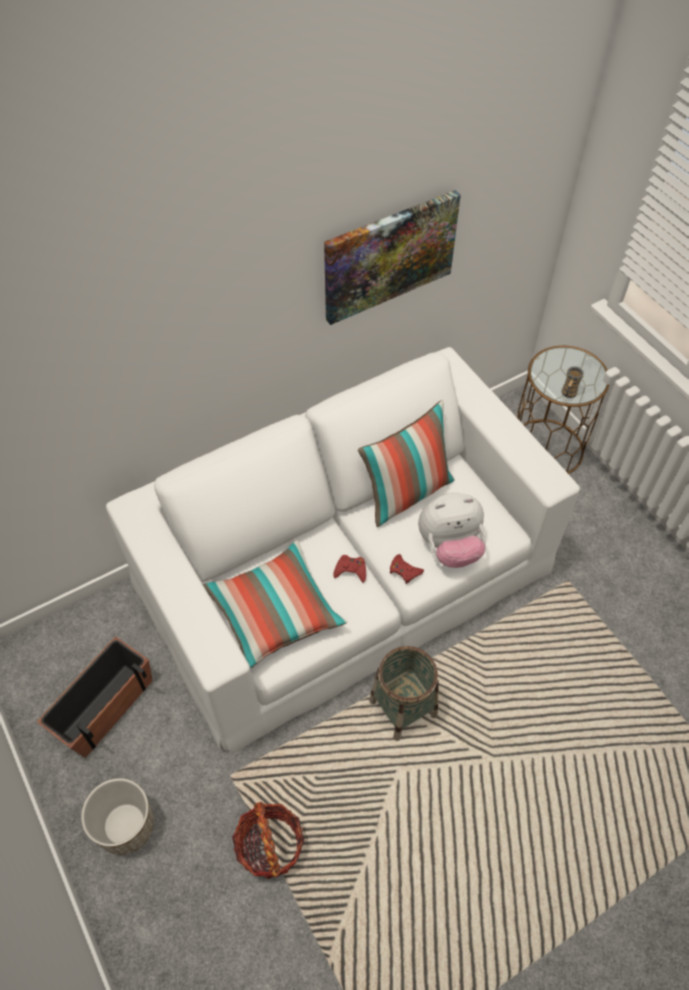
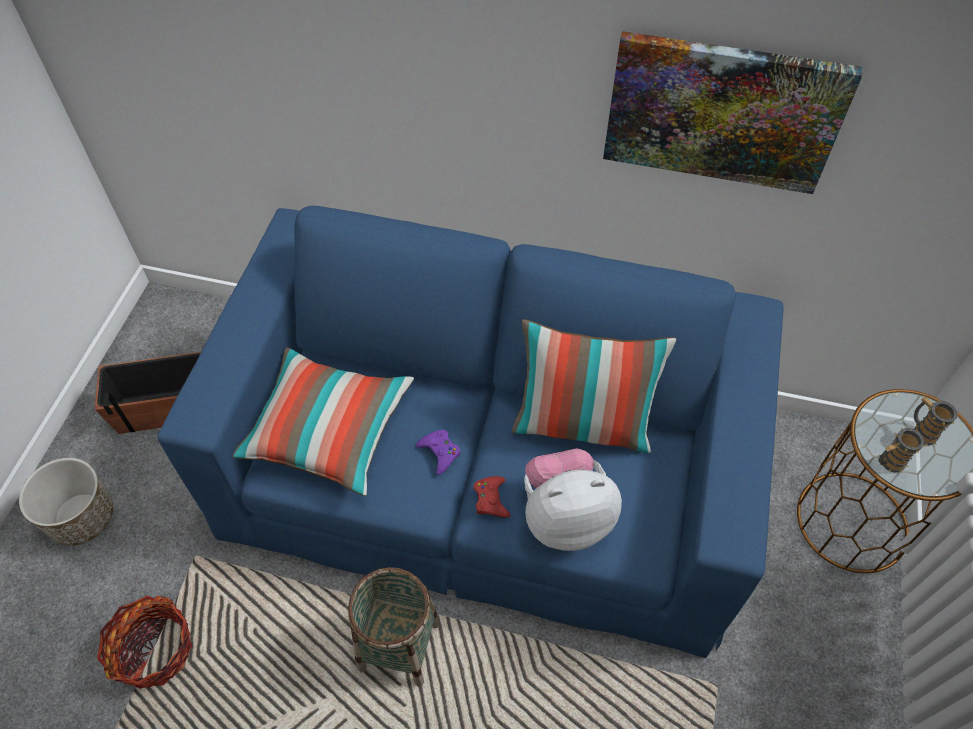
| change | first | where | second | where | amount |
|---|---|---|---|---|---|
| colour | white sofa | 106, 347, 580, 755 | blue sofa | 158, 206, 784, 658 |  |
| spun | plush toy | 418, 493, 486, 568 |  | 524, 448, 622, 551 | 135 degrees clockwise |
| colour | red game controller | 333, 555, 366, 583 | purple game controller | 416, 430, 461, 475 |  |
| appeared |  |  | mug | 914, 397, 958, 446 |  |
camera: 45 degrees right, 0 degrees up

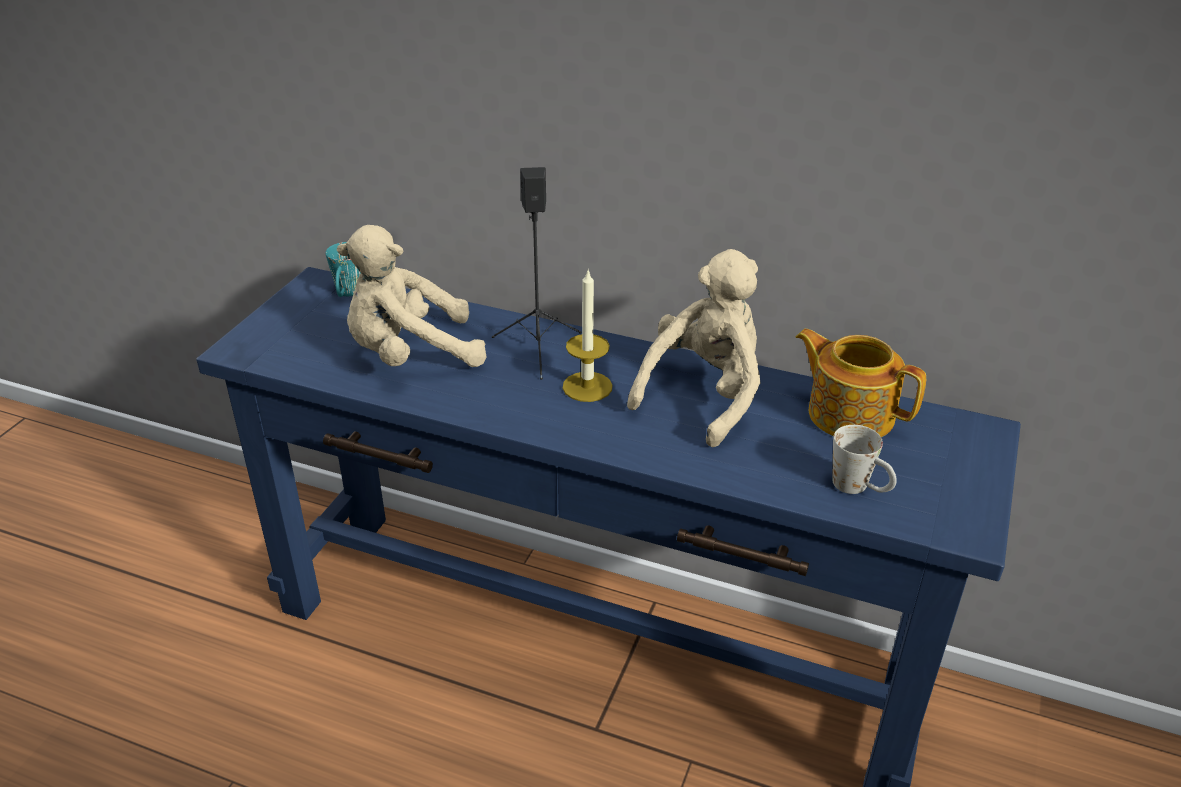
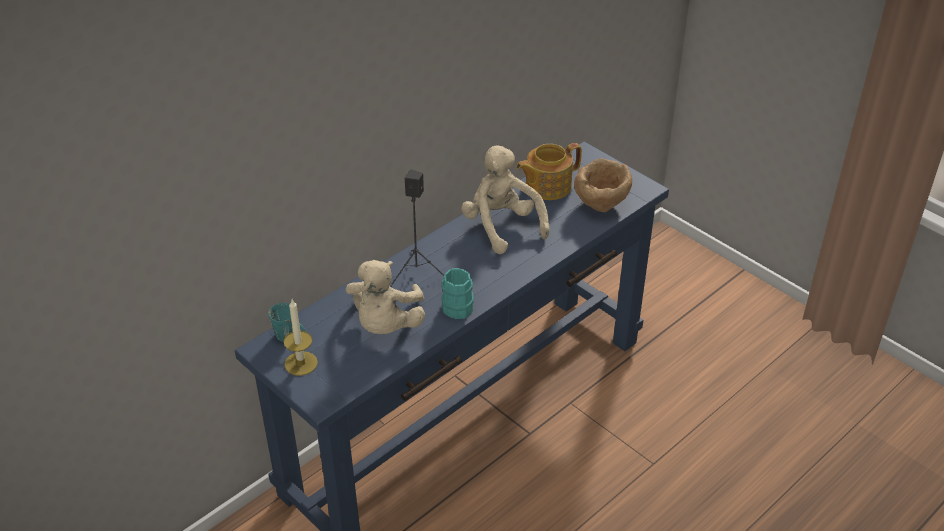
| change | first | where | second | where | amount |
|---|---|---|---|---|---|
| relocated | candle | 563, 271, 612, 402 |  | 284, 300, 318, 376 |  |
| exchanged | white mug | 832, 425, 897, 494 | brown bowl | 574, 158, 632, 212 |  |
| appeared |  |  | turquoise mug | 441, 268, 474, 319 |  |
camera: 65 degrees left, 5 degrees up

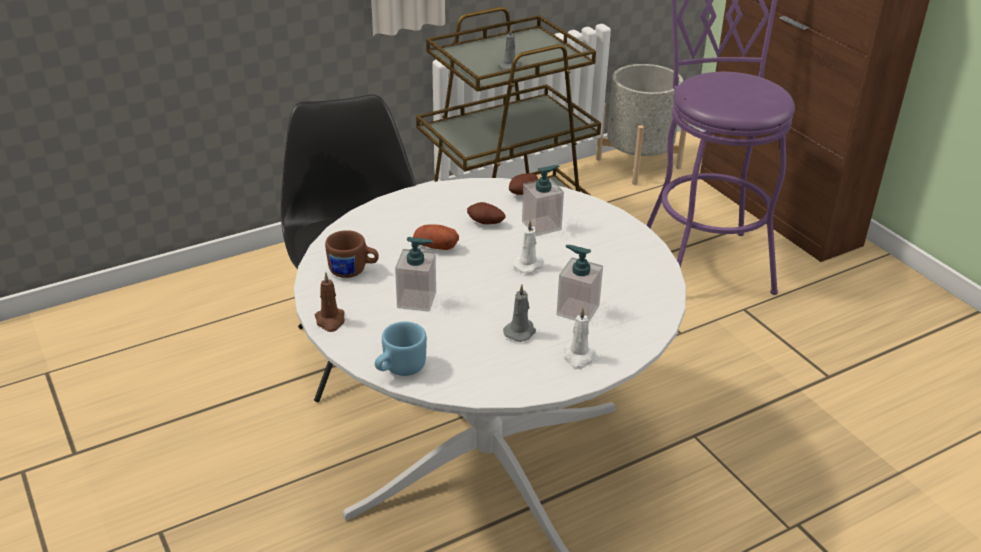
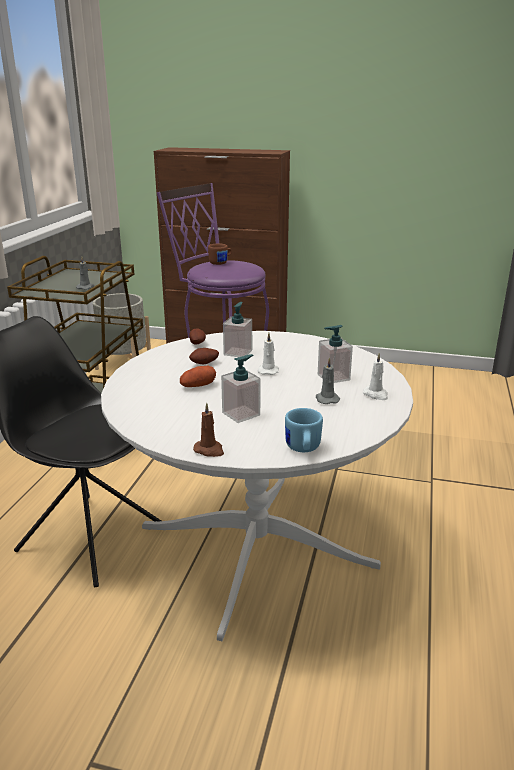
| change | first | where | second | where | amount |
|---|---|---|---|---|---|
| relocated | brown mug | 325, 230, 379, 278 |  | 208, 243, 232, 265 |  |
camera: 45 degrees left, 10 degrees down

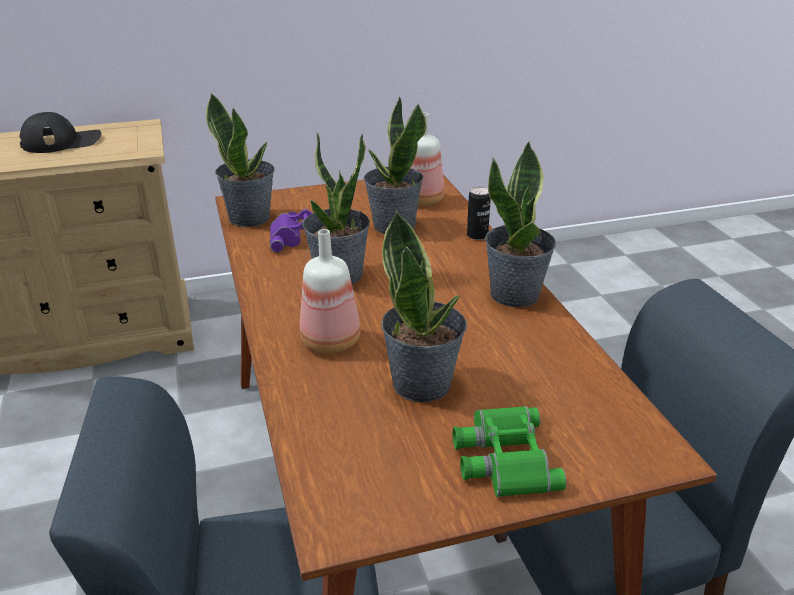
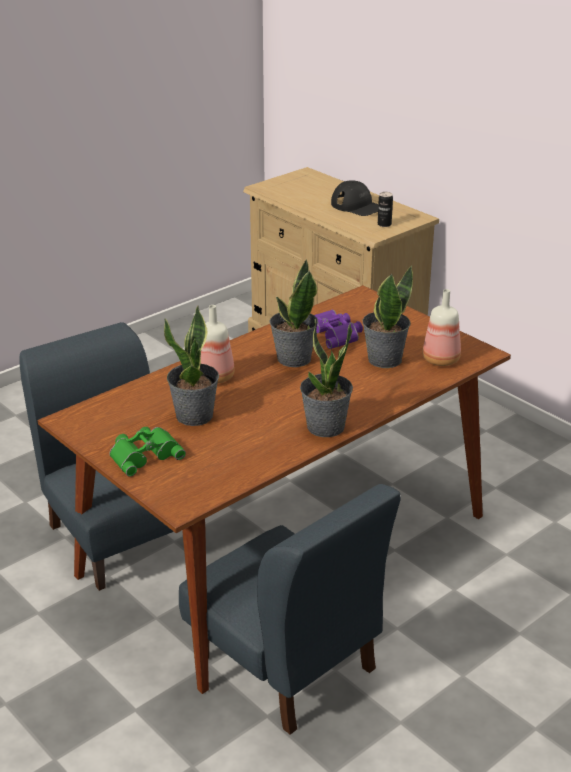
| change | first | where | second | where | amount |
|---|---|---|---|---|---|
| missing | potted plant | 206, 93, 274, 227 |  |  |  |
| relocated | can | 467, 186, 491, 240 |  | 378, 192, 393, 227 |  |
camera: 65 degrees right, 0 degrees up

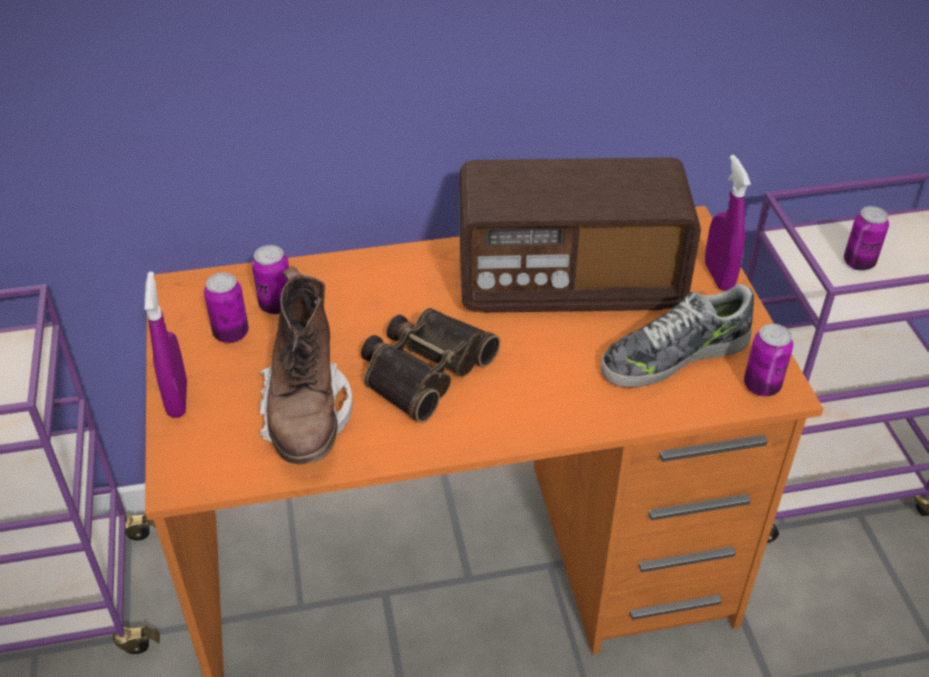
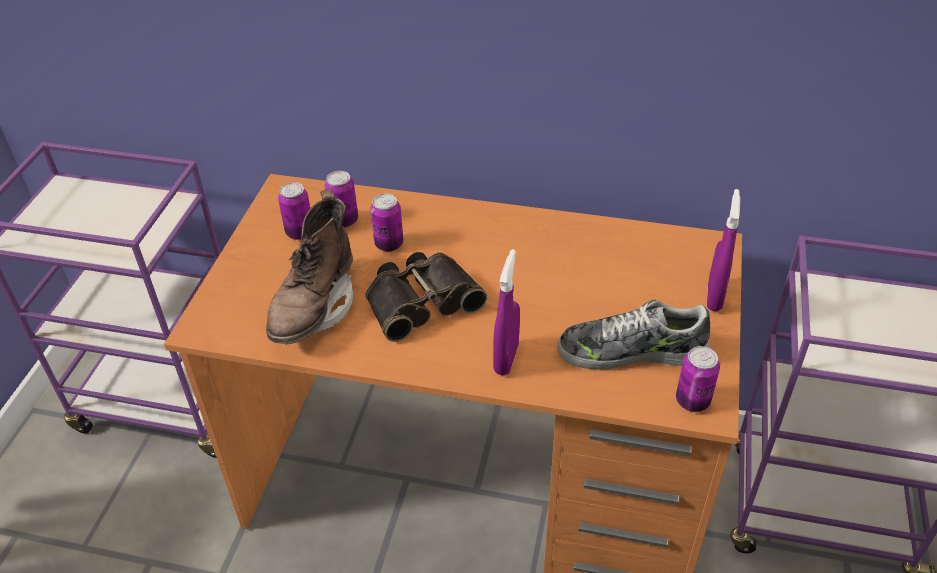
| change | first | where | second | where | amount |
|---|---|---|---|---|---|
| missing | radio | 459, 157, 701, 313 |  |  |  |
| relocated | can | 844, 206, 889, 271 |  | 370, 194, 403, 252 |  |
| relocated | purple spray bottle | 144, 271, 187, 418 |  | 493, 249, 520, 375 |  |
camera: 25 degrees right, 0 degrees up

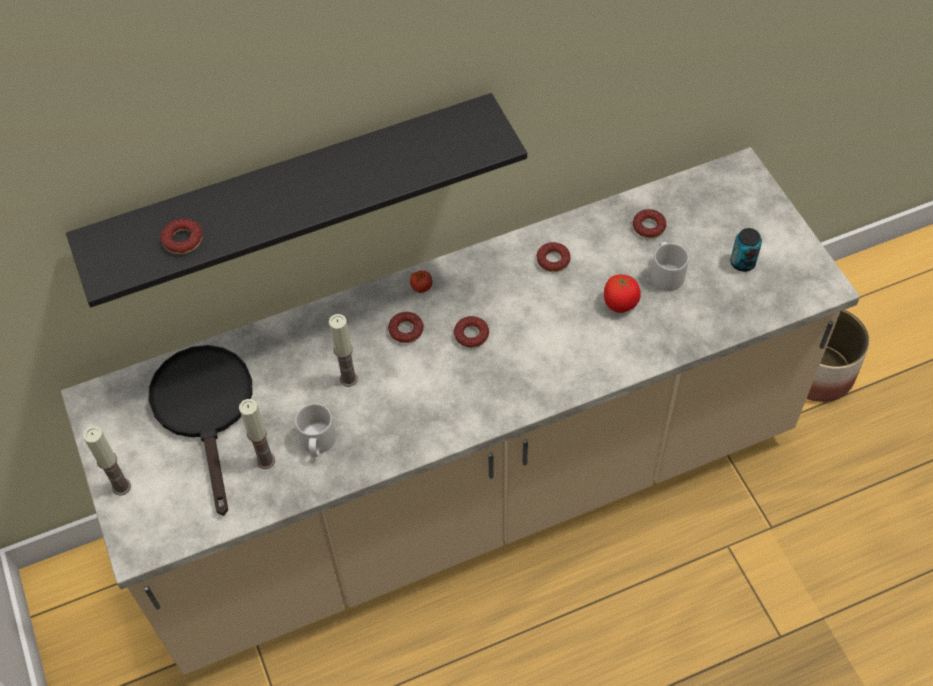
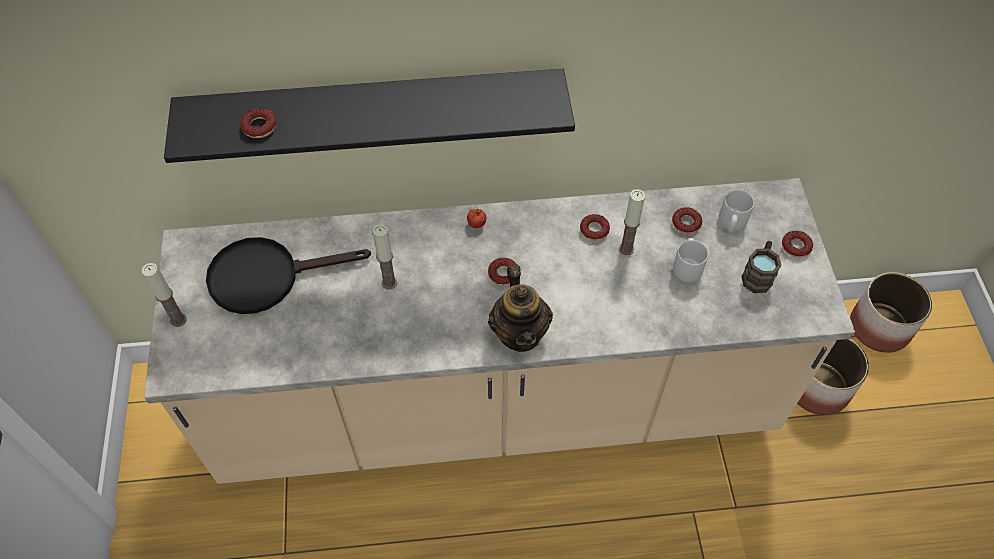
| change | first | where | second | where | amount |
|---|---|---|---|---|---|
| exchanged | can | 730, 228, 762, 272 | brown mug | 741, 241, 782, 293 |  |
| missing | tomato | 604, 273, 641, 313 |  |  |  |
| relocated | donut | 388, 312, 424, 343 |  | 782, 231, 813, 257 |  |
| spun | black frying pan | 148, 345, 252, 516 |  | 206, 237, 371, 314 | 105 degrees counterclockwise |
| relocated | candle | 239, 399, 275, 469 |  | 619, 189, 645, 255 |  |
| relocated | grey mug | 295, 404, 336, 457 |  | 719, 190, 754, 232 |  |
| appeared |  |  | teapot | 488, 264, 553, 352 |  |
| appeared |  |  | planter | 850, 272, 932, 353 |  |
camera: 15 degrees right, 0 degrees up

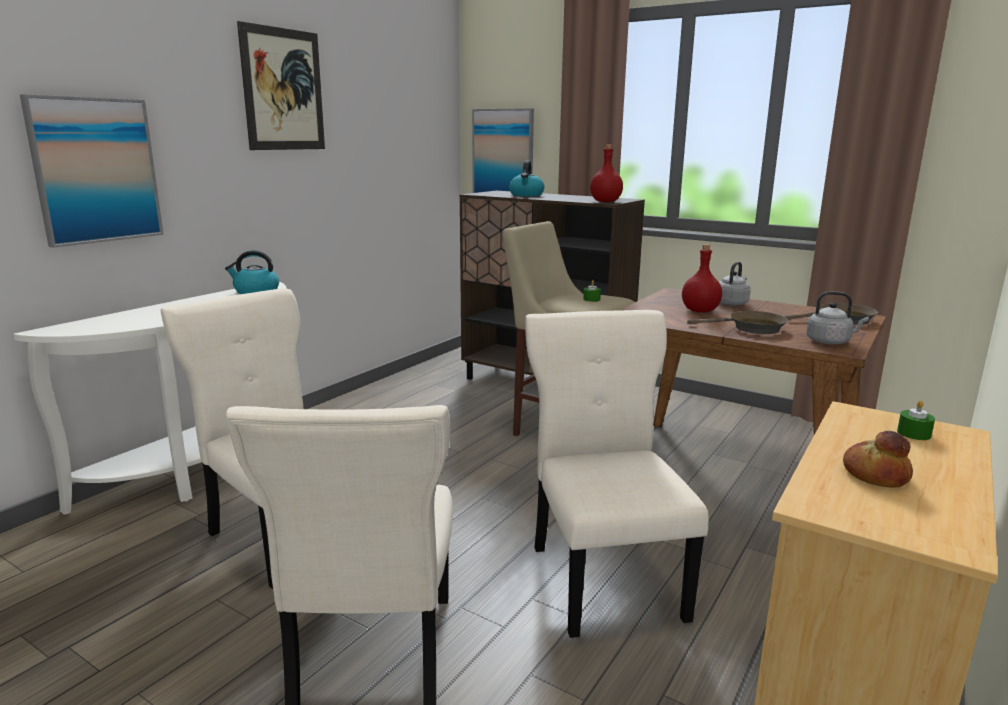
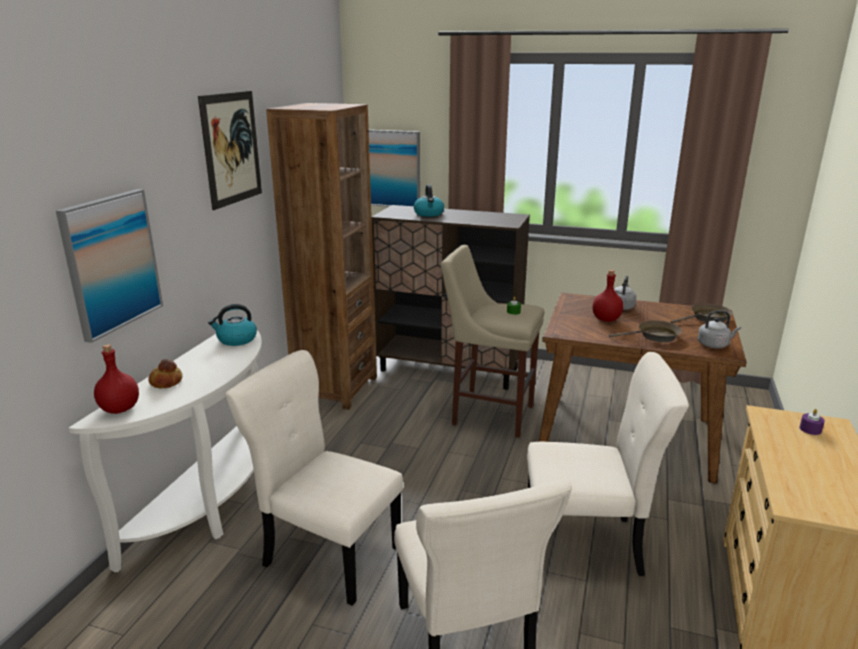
| change | first | where | second | where | amount |
|---|---|---|---|---|---|
| relocated | red bottle | 590, 144, 623, 202 |  | 94, 344, 139, 414 |  |
| spun | beige chair | 525, 310, 709, 638 |  | 527, 352, 689, 576 | 120 degrees clockwise |
| colour | green candle | 897, 400, 935, 440 | purple candle | 800, 409, 825, 435 |  |
| relocated | bread | 843, 431, 913, 488 |  | 148, 359, 183, 388 |  |
| appeared |  |  | brown bookcase | 266, 103, 377, 410 |  |
camera: 15 degrees left, 5 degrees up

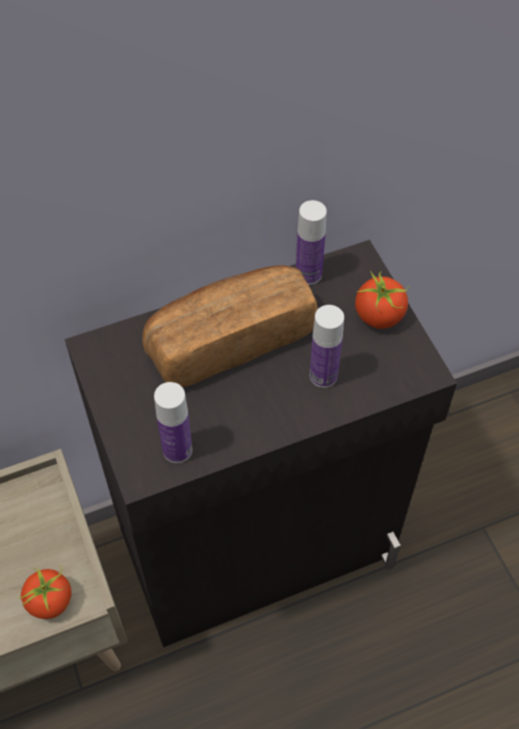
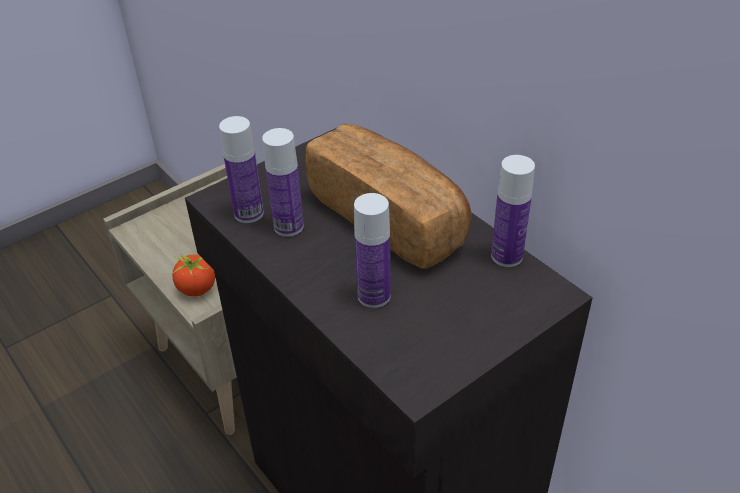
| change | first | where | second | where | amount |
|---|---|---|---|---|---|
| missing | tomato | 355, 271, 410, 329 |  |  |  |
| appeared |  |  | bottle | 262, 128, 304, 237 |  |
camera: 75 degrees right, 15 degrees down

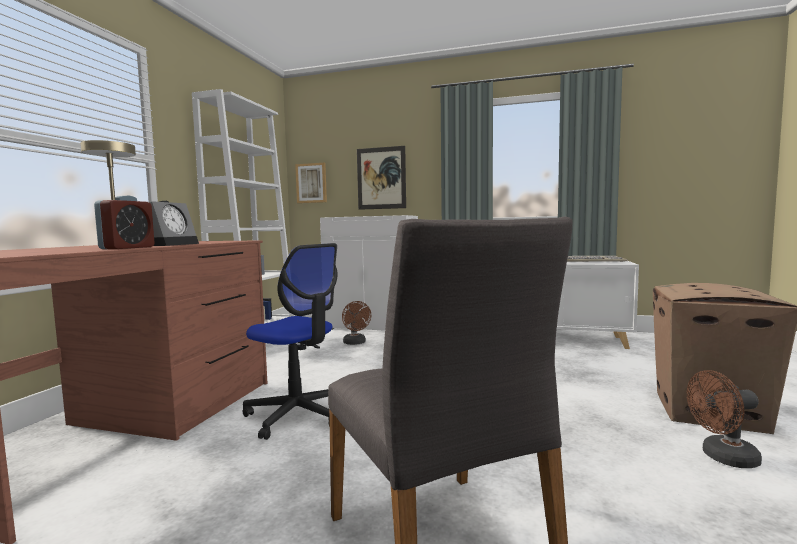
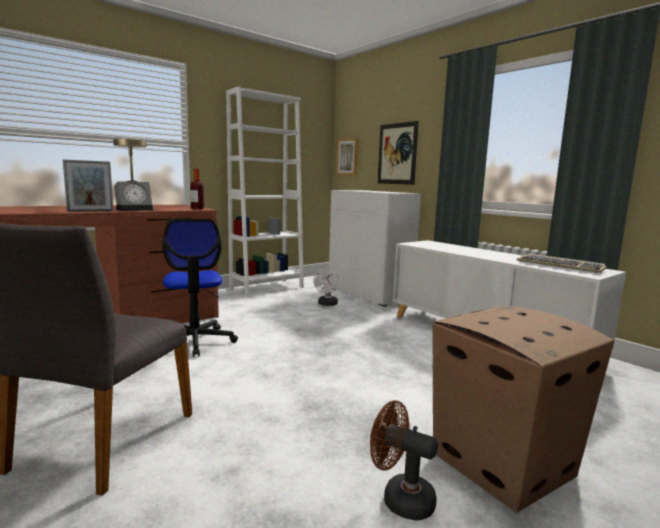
| change | first | where | second | where | amount |
|---|---|---|---|---|---|
| exchanged | alarm clock | 94, 196, 155, 249 | picture frame | 63, 160, 113, 212 |  |
| colour | brown fan | 342, 301, 371, 345 | white fan | 313, 268, 340, 306 |  |
| appeared |  |  | bottle | 190, 168, 204, 210 |  |
camera: 35 degrees right, 5 degrees up

